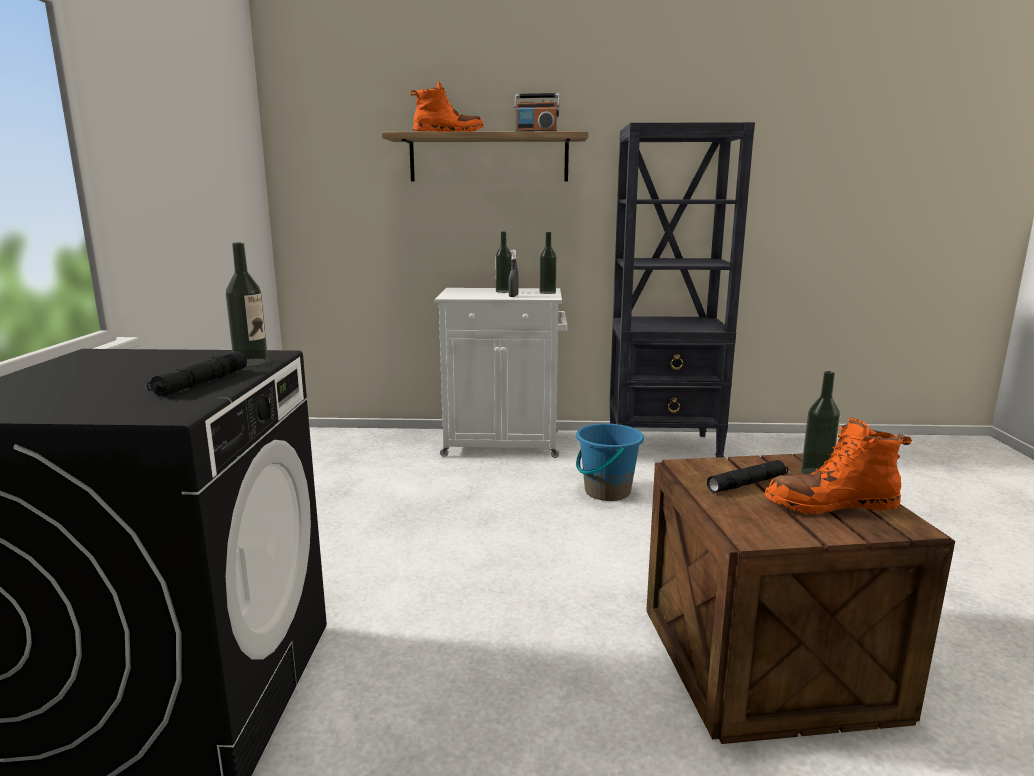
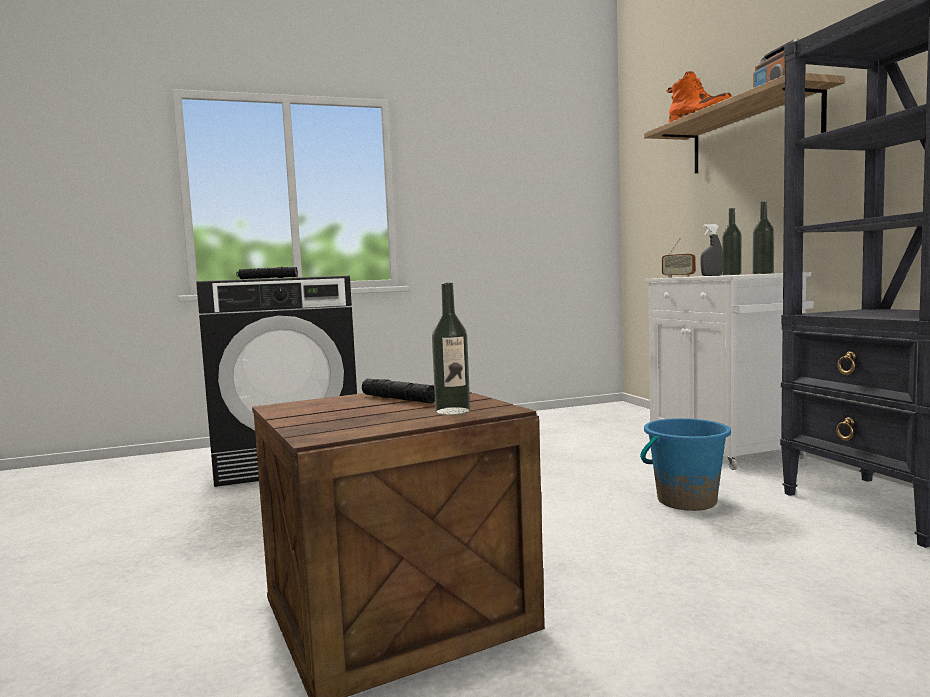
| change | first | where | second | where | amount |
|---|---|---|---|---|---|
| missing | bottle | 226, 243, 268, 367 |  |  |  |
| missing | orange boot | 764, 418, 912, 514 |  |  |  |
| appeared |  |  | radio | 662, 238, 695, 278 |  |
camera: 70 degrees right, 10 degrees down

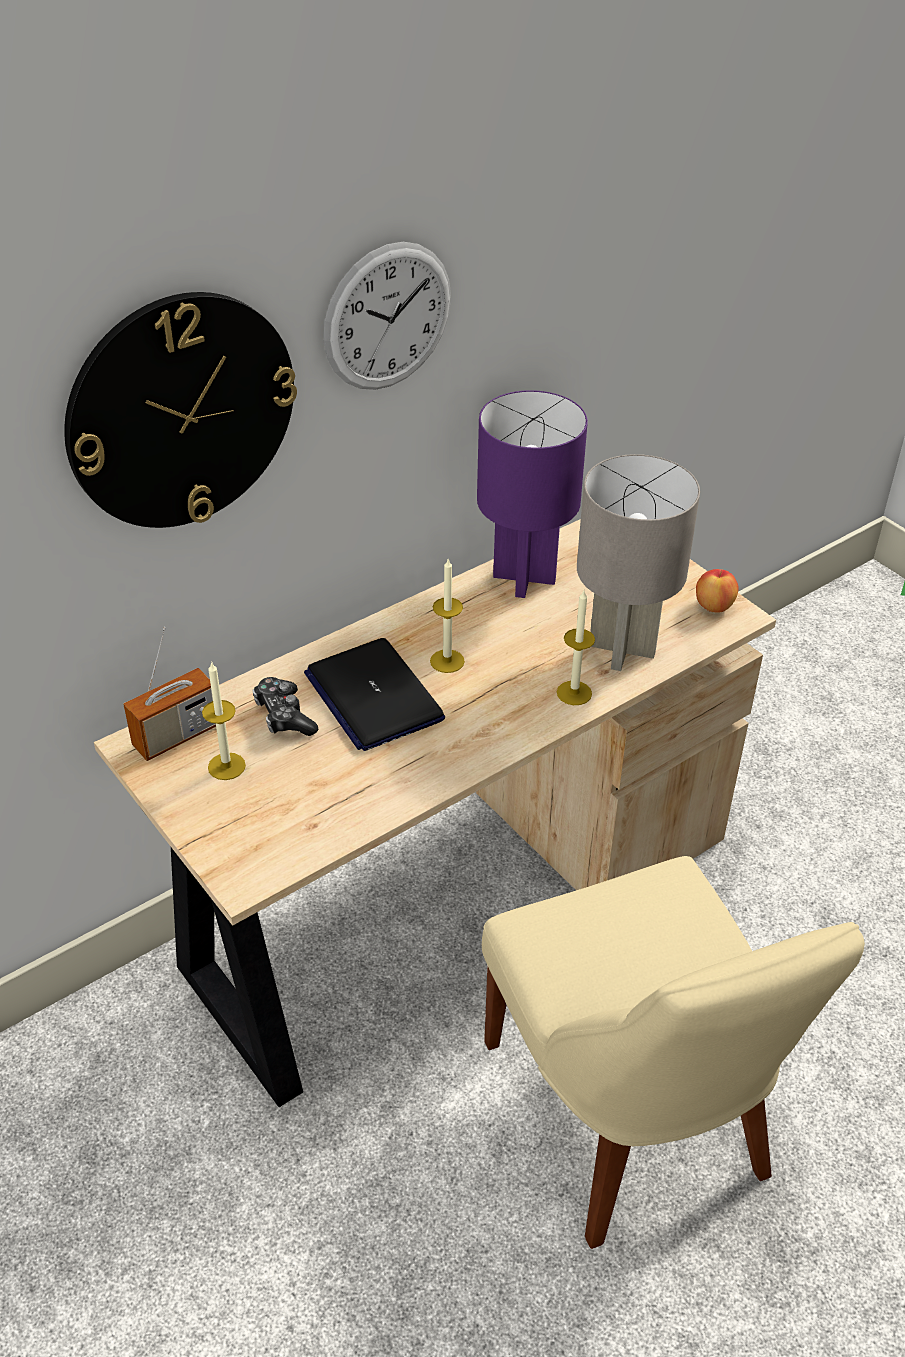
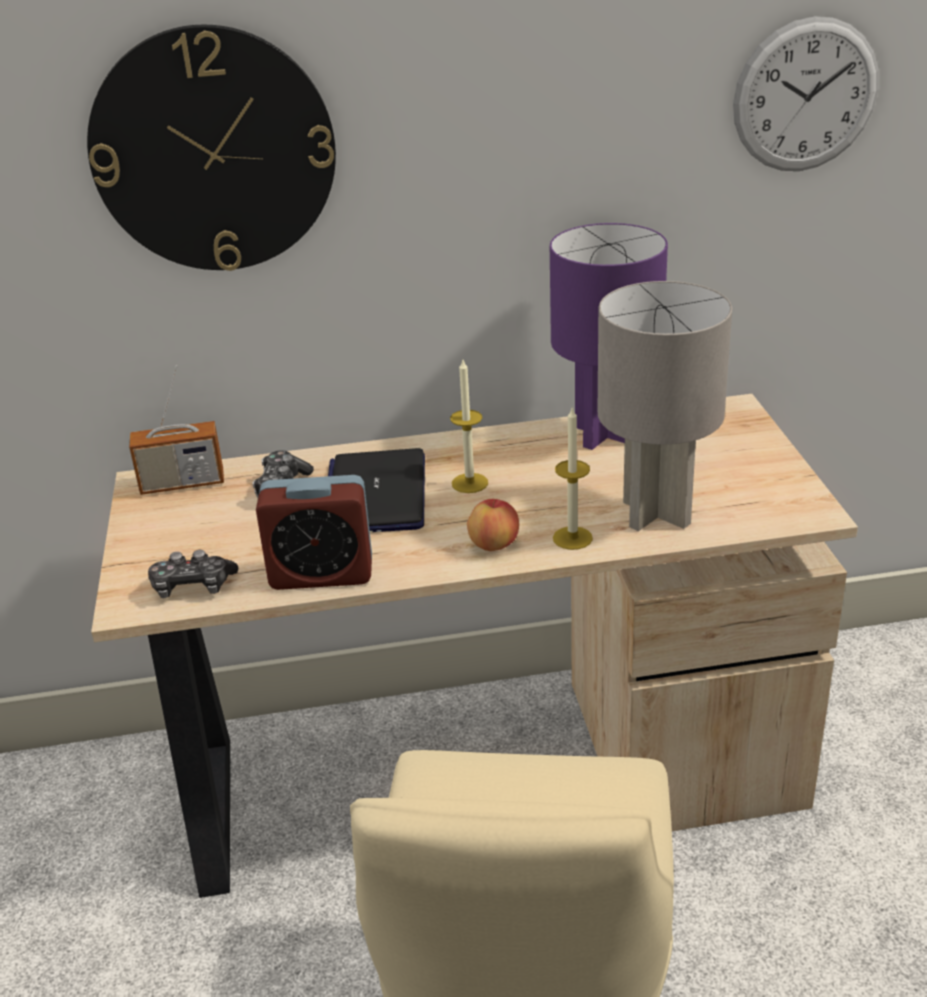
| change | first | where | second | where | amount |
|---|---|---|---|---|---|
| relocated | wall clock | 323, 242, 451, 390 |  | 733, 16, 879, 171 |  |
| relocated | apple | 696, 569, 739, 613 |  | 467, 499, 519, 551 |  |
| missing | candle | 202, 661, 246, 780 |  |  |  |
| appeared |  |  | alarm clock | 256, 475, 372, 590 |  |
| appeared |  |  | game controller | 148, 550, 238, 598 |  |
camera: 30 degrees right, 10 degrees down

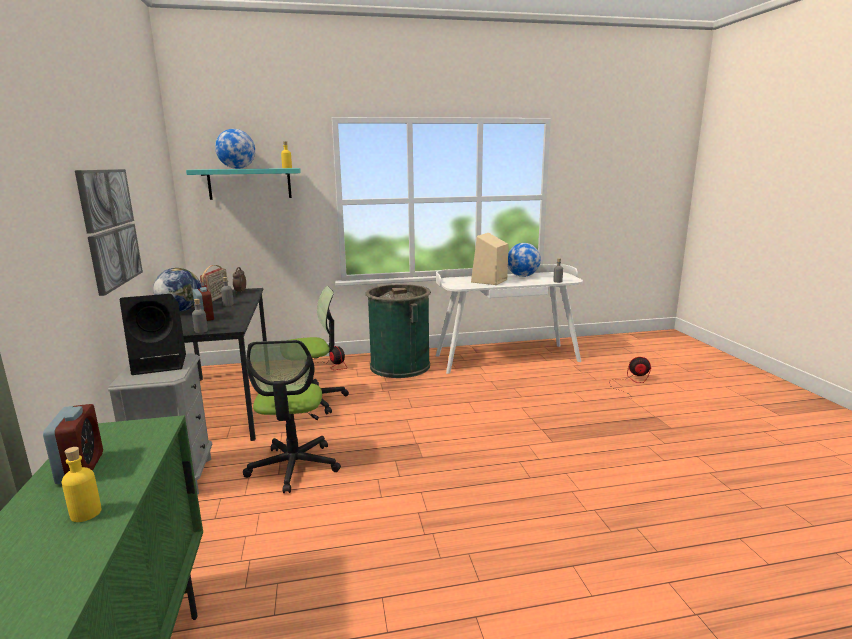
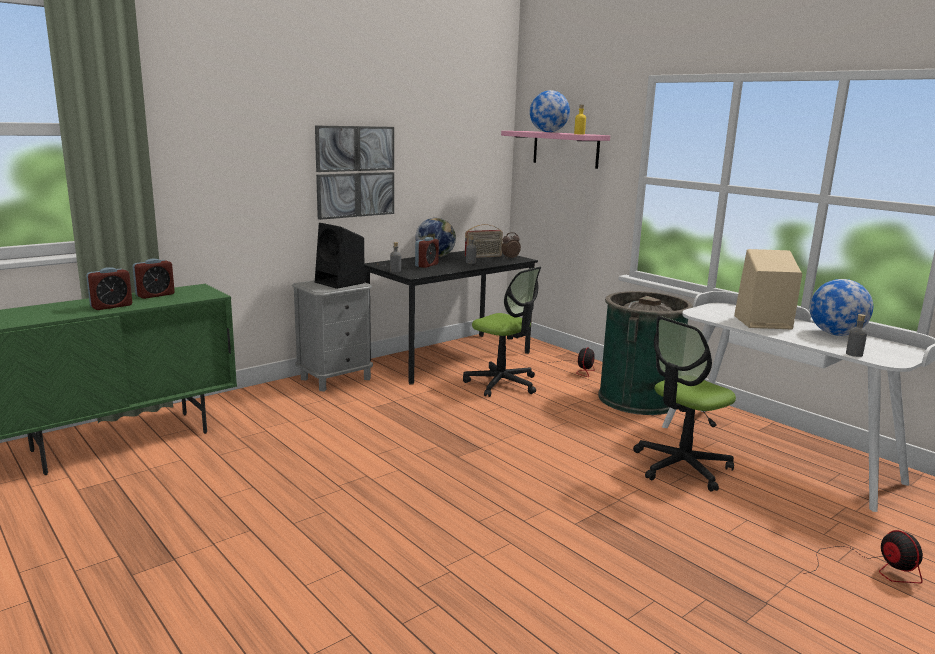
| change | first | where | second | where | amount |
|---|---|---|---|---|---|
| colour | turquoise shelf | 186, 168, 301, 200 | pink shelf | 501, 131, 610, 169 |  |
| relocated | office chair | 243, 340, 341, 493 |  | 633, 316, 736, 491 |  |
| exchanged | yellow bottle | 62, 447, 102, 522 | alarm clock | 86, 267, 133, 310 |  |
camera: 60 degrees right, 0 degrees up

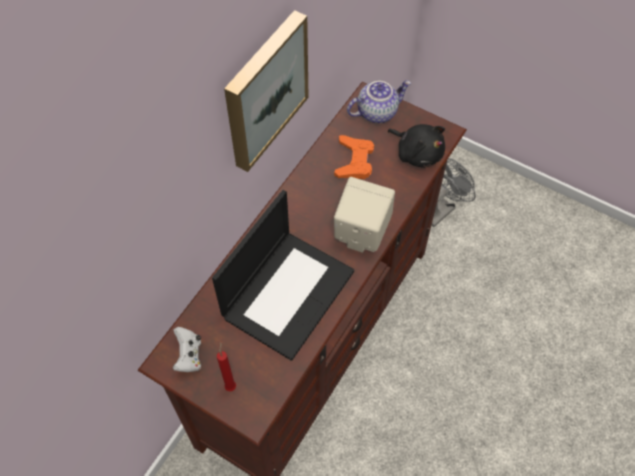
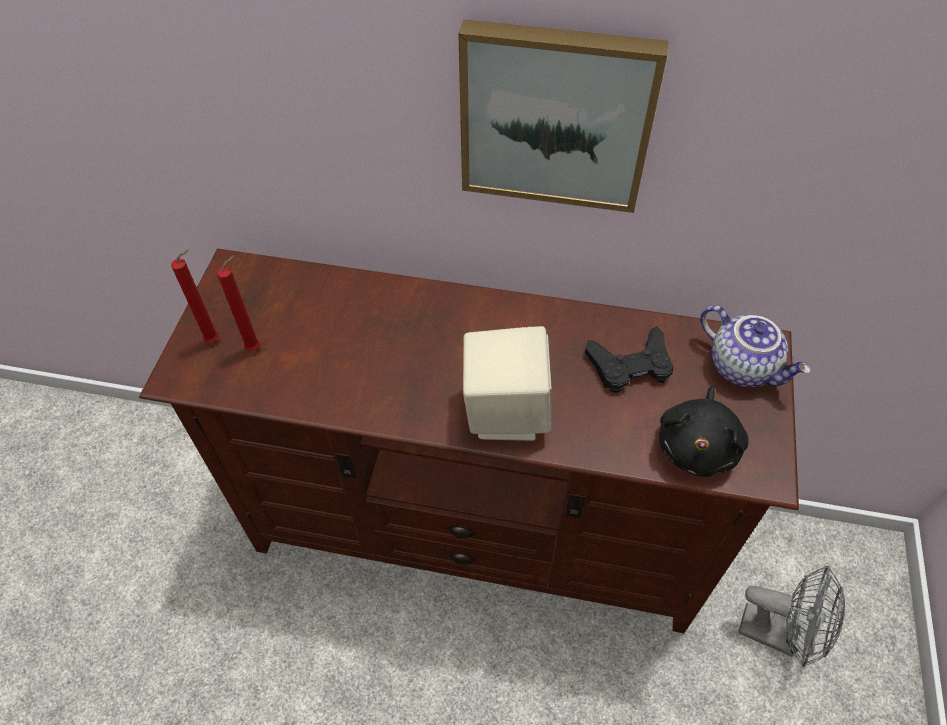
| change | first | where | second | where | amount |
|---|---|---|---|---|---|
| colour | orange game controller | 334, 135, 374, 179 | black game controller | 585, 326, 673, 393 |  |
| missing | laptop | 212, 190, 354, 361 |  |  |  |
| missing | white game controller | 173, 327, 201, 372 |  |  |  |
| appeared |  |  | red candle | 217, 256, 260, 351 |  |
camera: 70 degrees right, 5 degrees down

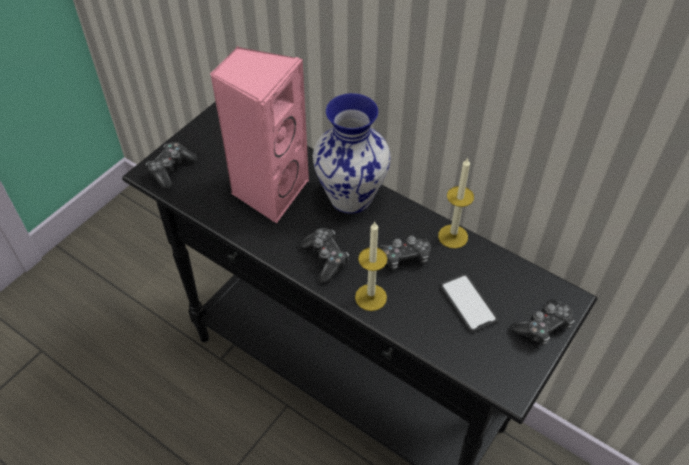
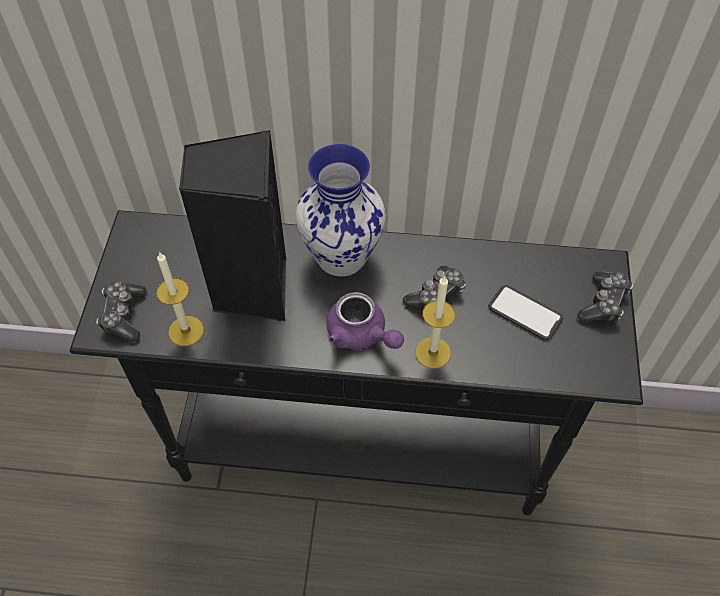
| change | first | where | second | where | amount |
|---|---|---|---|---|---|
| colour | pink speaker | 210, 46, 309, 223 | black speaker | 179, 130, 286, 321 |  |
| relocated | candle | 438, 157, 474, 249 |  | 156, 252, 204, 346 |  |
| exchanged | game controller | 299, 228, 349, 283 | purple teapot | 326, 292, 404, 349 |  |
camera: 30 degrees left, 5 degrees up

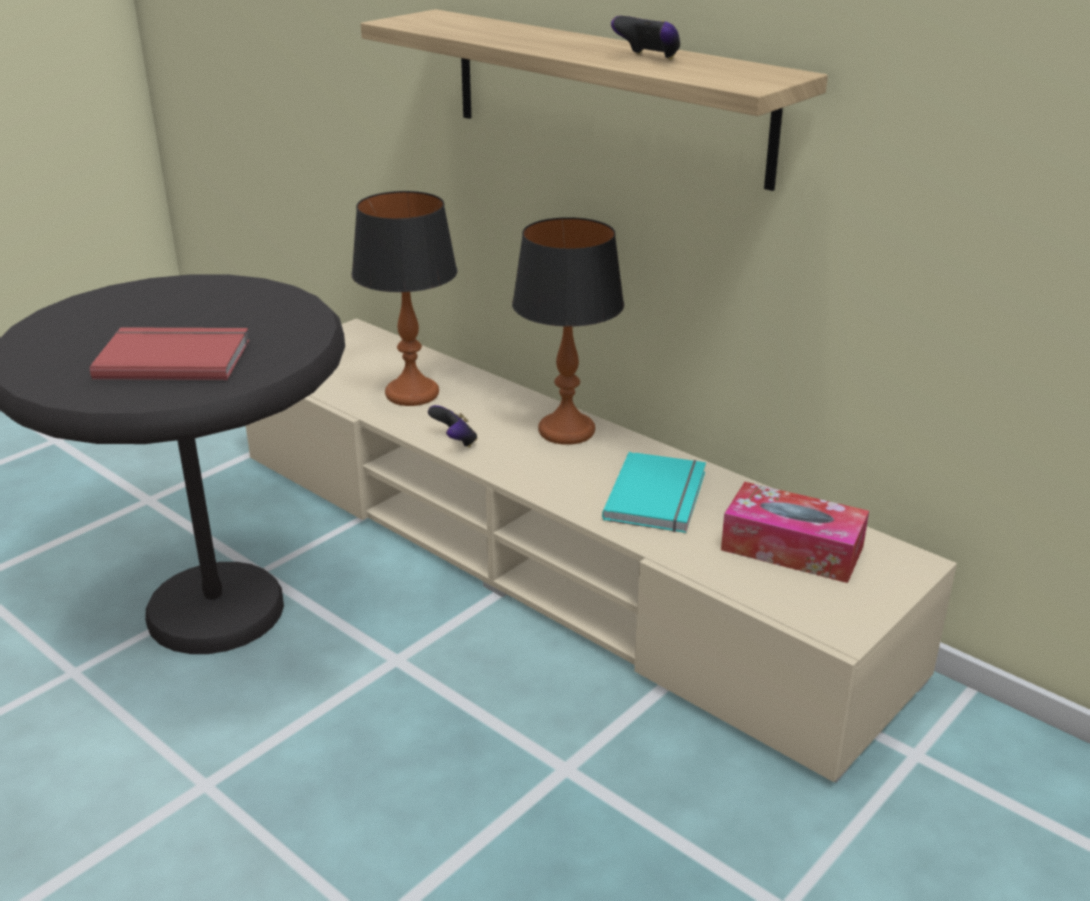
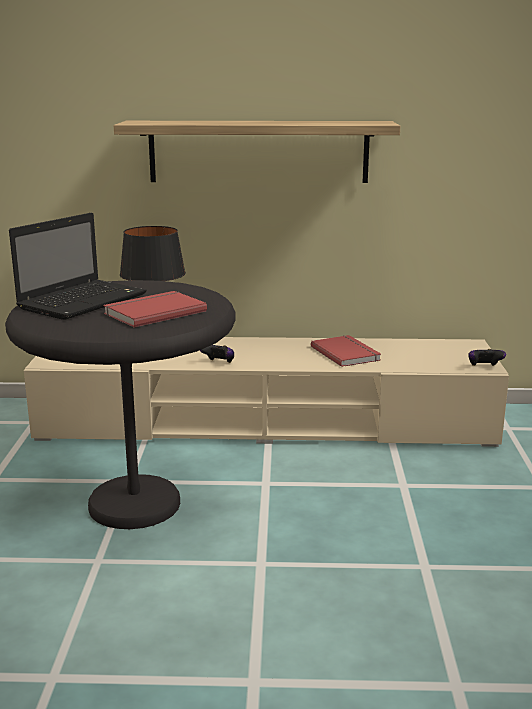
| change | first | where | second | where | amount |
|---|---|---|---|---|---|
| relocated | game controller | 611, 16, 680, 60 |  | 468, 349, 506, 366 |  |
| missing | table lamp | 512, 217, 624, 445 |  |  |  |
| colour | turquoise book | 602, 452, 706, 533 | red book | 311, 335, 381, 367 |  |
| missing | tissue box | 721, 482, 869, 583 |  |  |  |
| appeared |  |  | laptop | 9, 213, 147, 320 |  |
camera: 40 degrees left, 10 degrees down

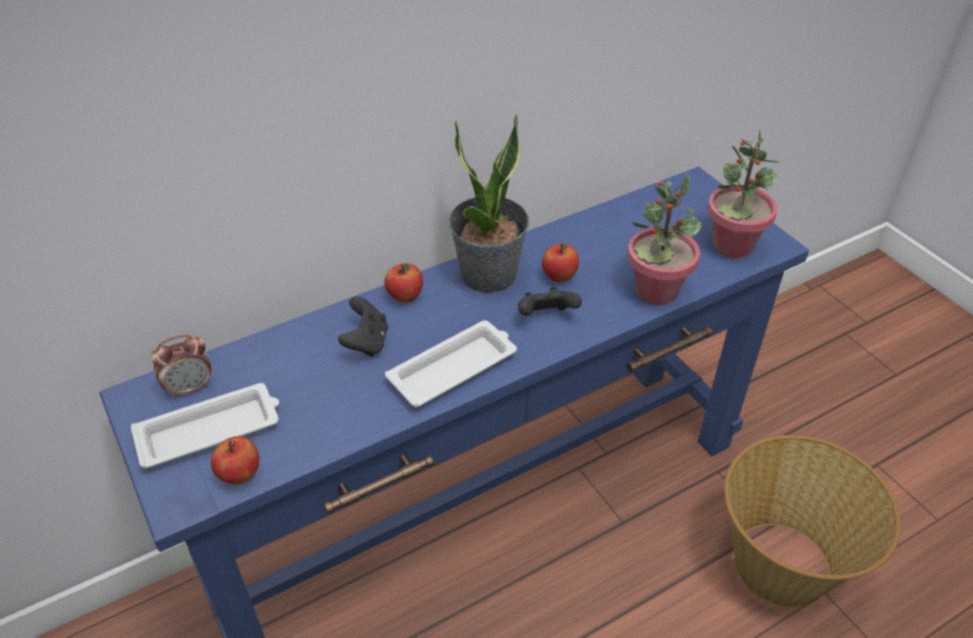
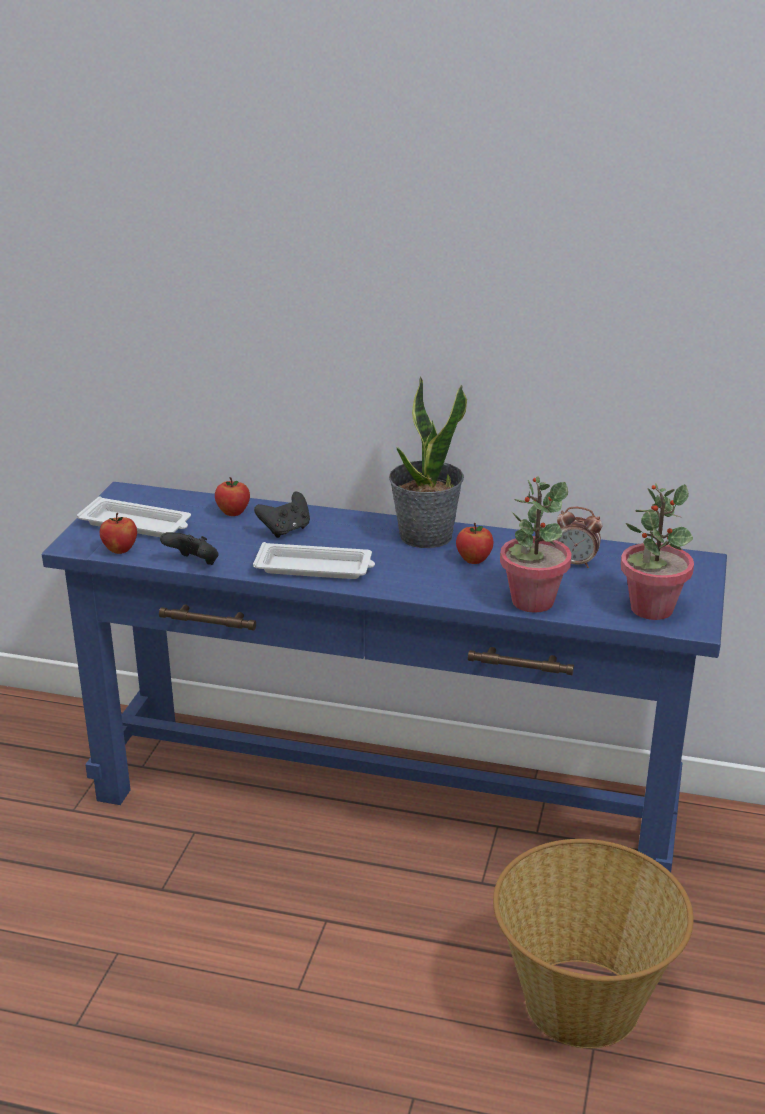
| change | first | where | second | where | amount |
|---|---|---|---|---|---|
| relocated | apple | 384, 263, 423, 303 |  | 215, 477, 250, 516 |  |
| relocated | black game controller | 518, 287, 582, 316 |  | 160, 532, 219, 565 |  |
| relocated | alarm clock | 151, 334, 212, 399 |  | 557, 507, 602, 568 |  |
camera: 45 degrees right, 15 degrees down

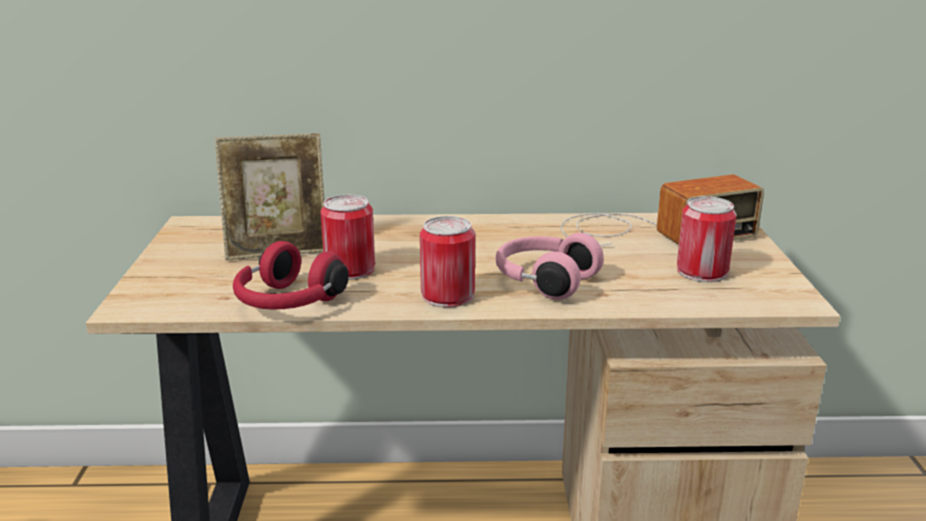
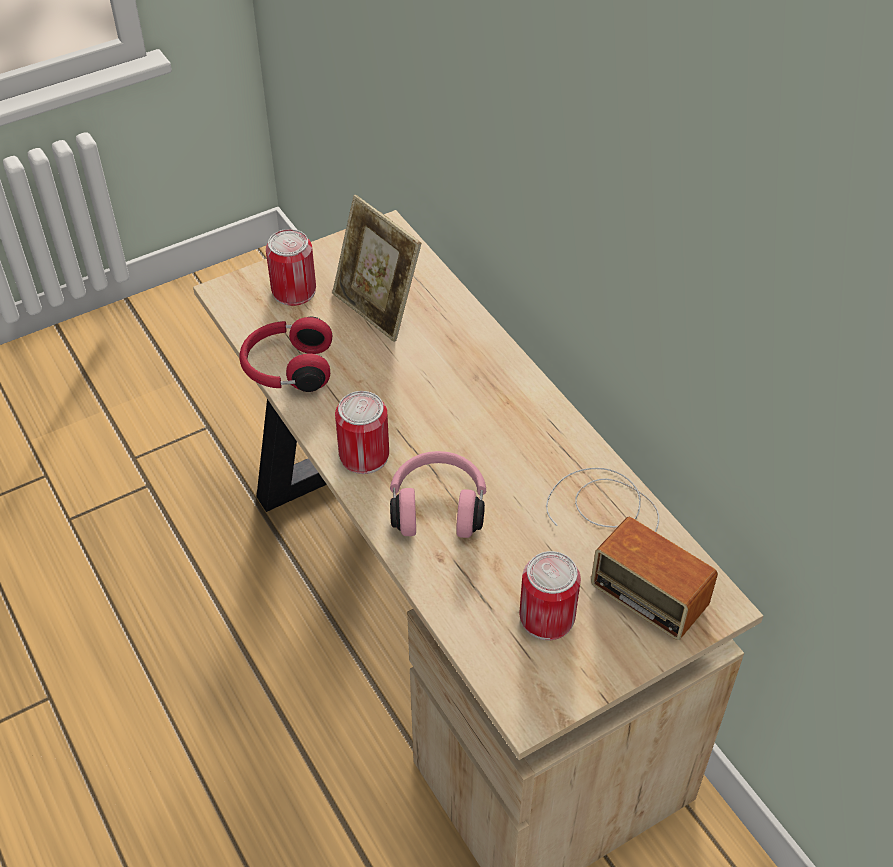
| change | first | where | second | where | amount |
|---|---|---|---|---|---|
| relocated | can | 320, 195, 375, 280 |  | 266, 229, 316, 306 |  |
camera: 60 degrees right, 25 degrees up

